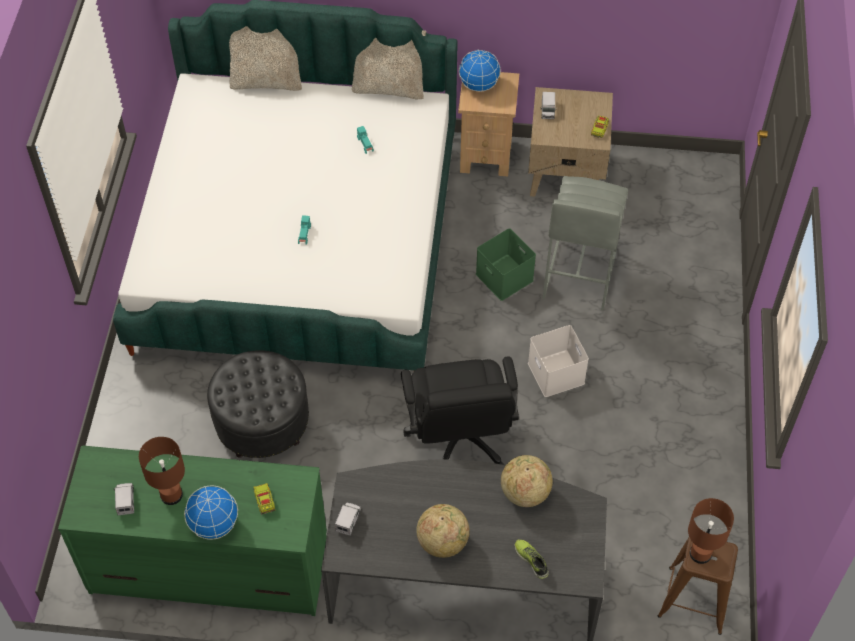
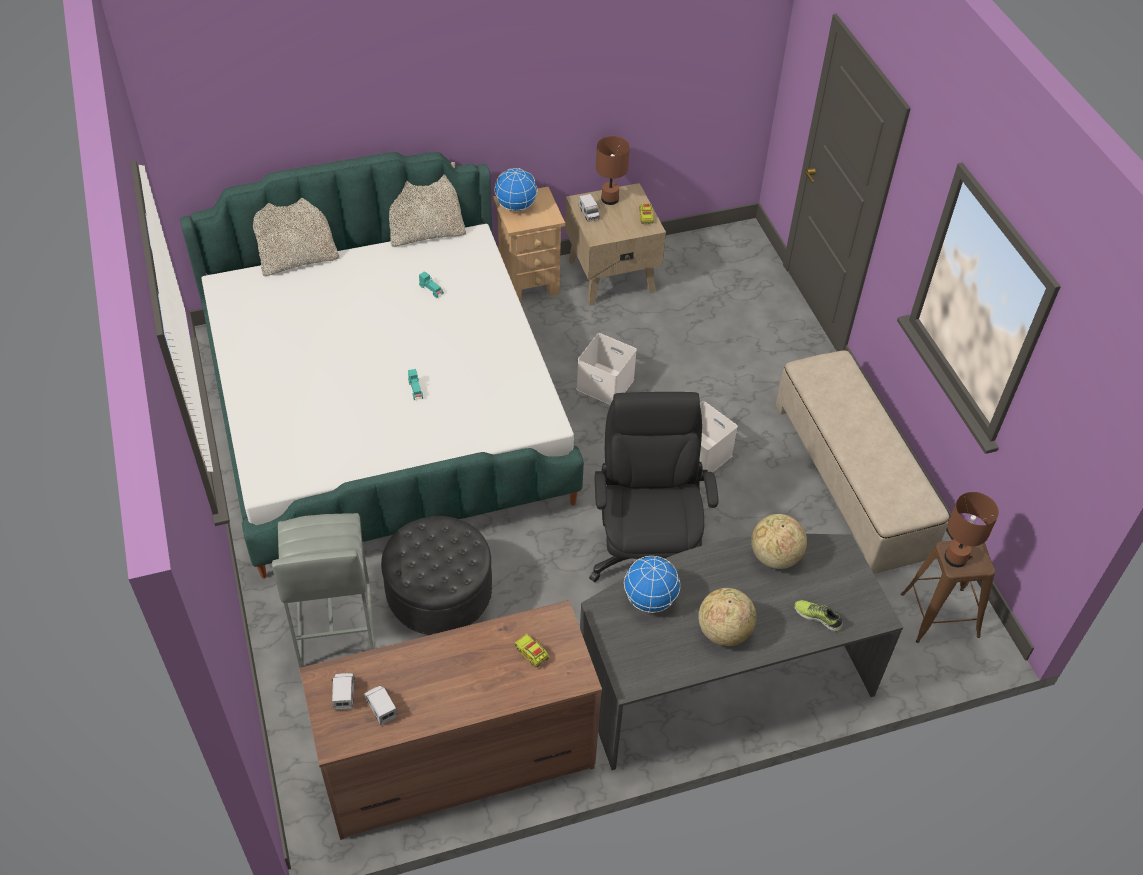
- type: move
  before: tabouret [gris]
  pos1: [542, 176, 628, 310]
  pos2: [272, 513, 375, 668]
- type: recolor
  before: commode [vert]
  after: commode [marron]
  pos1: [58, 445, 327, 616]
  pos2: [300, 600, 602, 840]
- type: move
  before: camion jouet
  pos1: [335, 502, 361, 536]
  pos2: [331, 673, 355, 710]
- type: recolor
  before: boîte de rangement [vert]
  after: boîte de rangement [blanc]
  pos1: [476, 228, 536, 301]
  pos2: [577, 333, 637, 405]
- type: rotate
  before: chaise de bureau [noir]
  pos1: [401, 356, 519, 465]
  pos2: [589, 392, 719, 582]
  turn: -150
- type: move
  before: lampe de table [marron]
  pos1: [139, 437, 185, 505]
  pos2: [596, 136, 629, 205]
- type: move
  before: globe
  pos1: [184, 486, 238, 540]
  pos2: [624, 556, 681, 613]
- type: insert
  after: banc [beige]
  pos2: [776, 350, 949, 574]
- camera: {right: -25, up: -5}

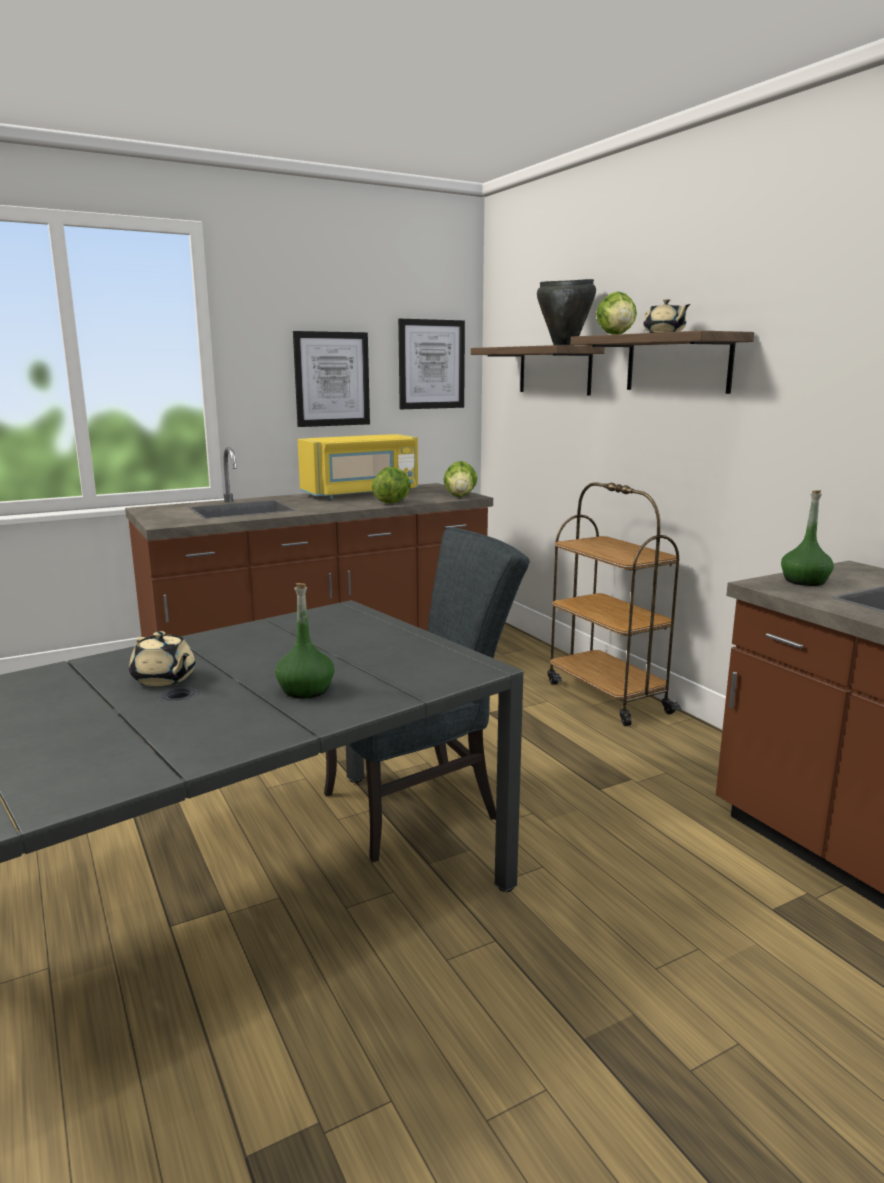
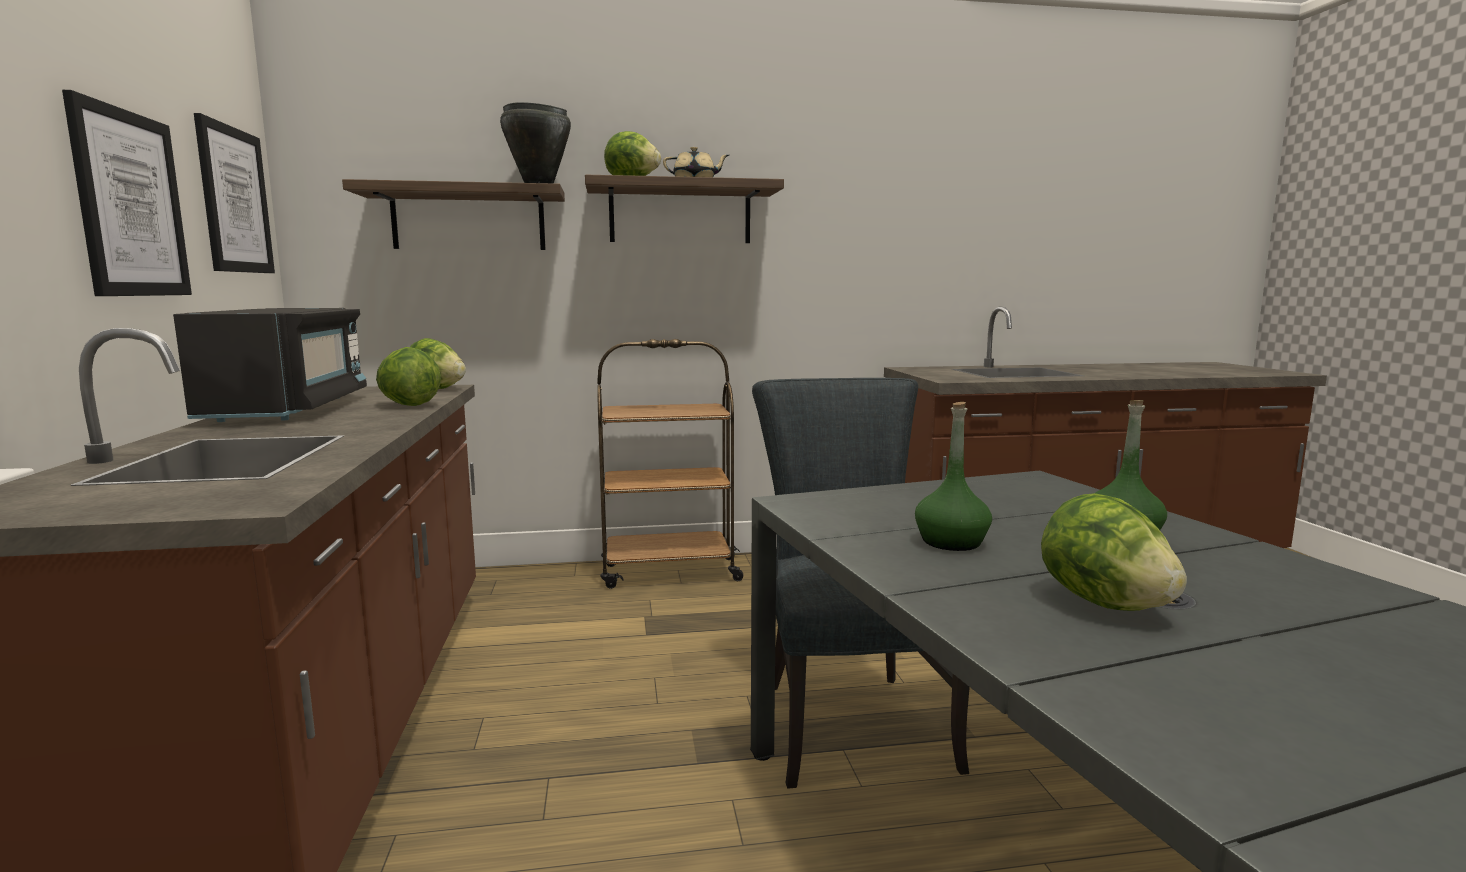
- type: recolor
  before: micro-ondes [jaune]
  after: micro-ondes [noir]
  pos1: [298, 434, 418, 499]
  pos2: [173, 308, 367, 422]
- type: move
  before: bouteille [vert]
  pos1: [781, 490, 834, 586]
  pos2: [915, 402, 992, 551]
- type: replace
  before: théière [beige]
  after: laitue
  pos1: [129, 631, 195, 686]
  pos2: [1041, 493, 1187, 611]
- camera: {right: -70, up: -5}

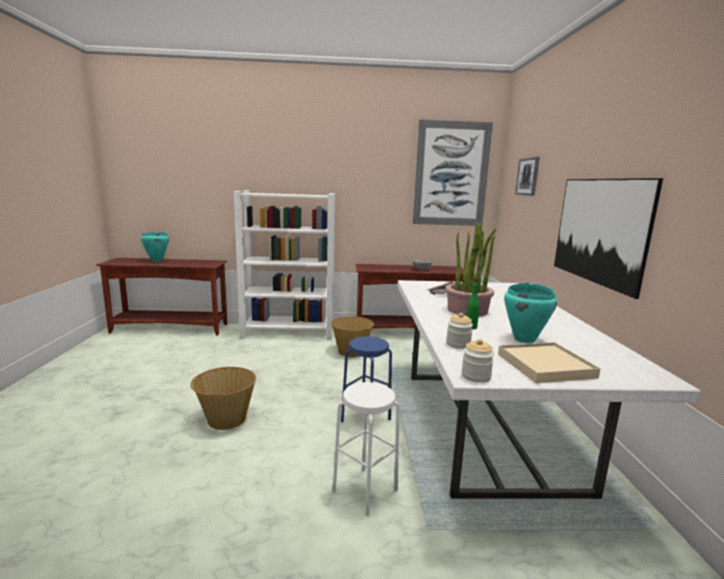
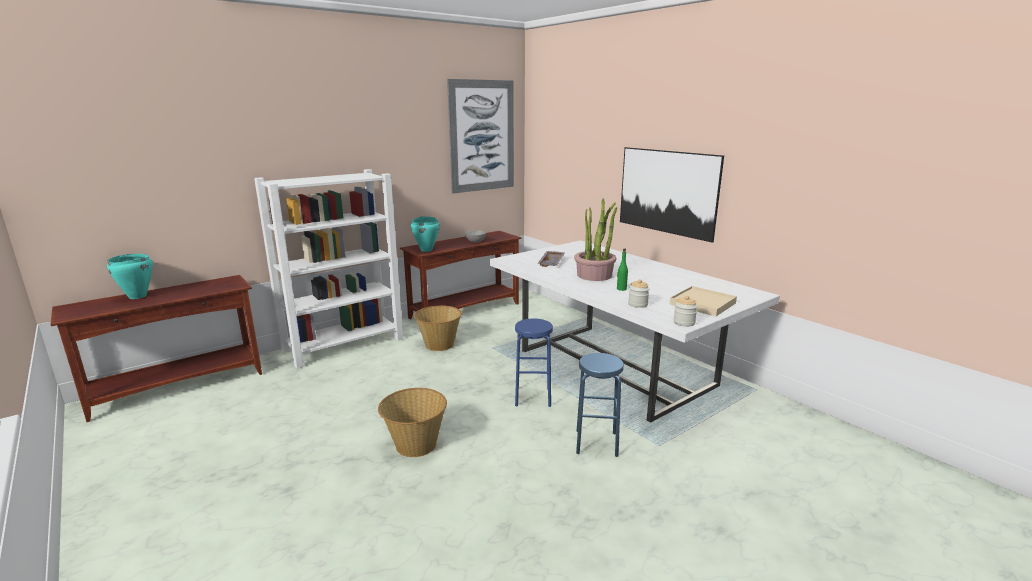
- type: move
  before: marmite [turquoise]
  pos1: [504, 283, 557, 344]
  pos2: [411, 216, 440, 252]
- type: recolor
  before: tabouret [blanc]
  after: tabouret [bleu]
  pos1: [333, 382, 399, 516]
  pos2: [576, 353, 624, 457]
- type: delete
  before: tableau
  pos1: [515, 157, 540, 196]
- camera: {right: -35, up: 5}

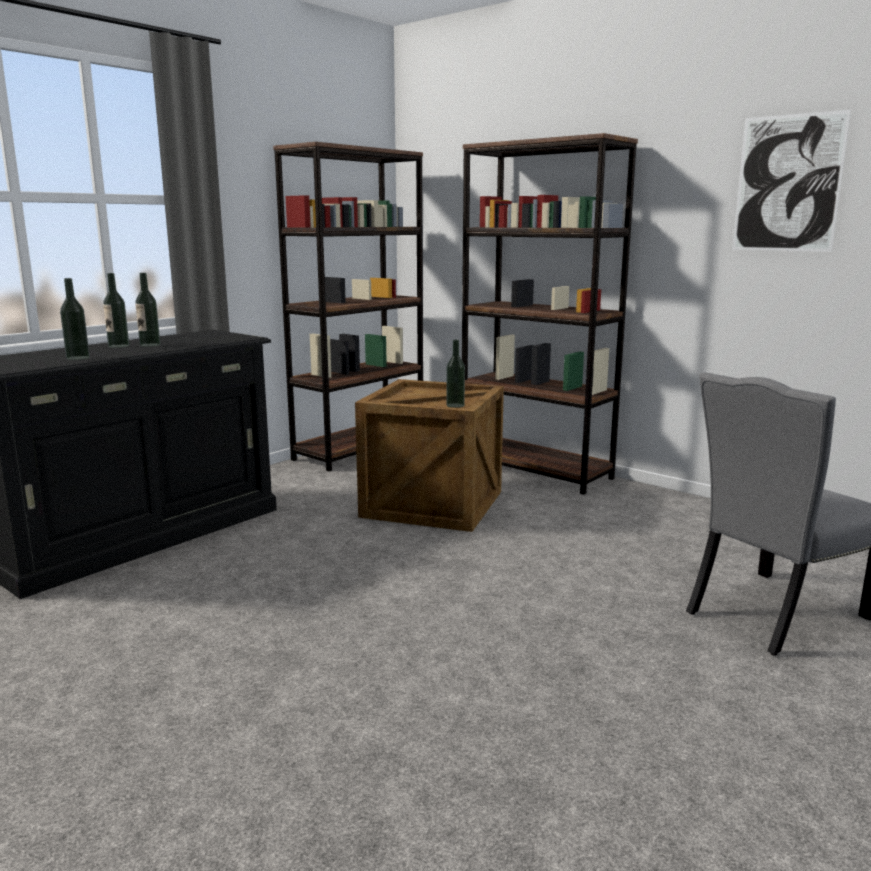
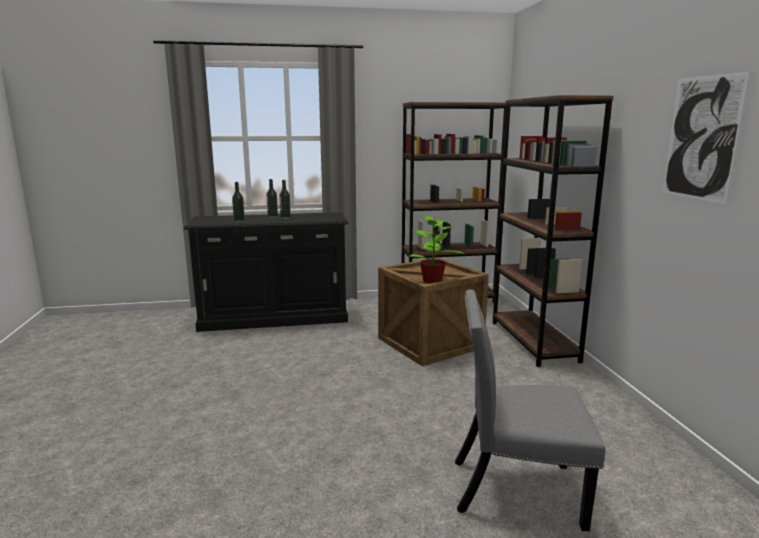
- type: replace
  before: bouteille
  after: plante en pot
  pos1: [446, 340, 465, 408]
  pos2: [409, 214, 465, 283]
- camera: {right: 40, up: 0}

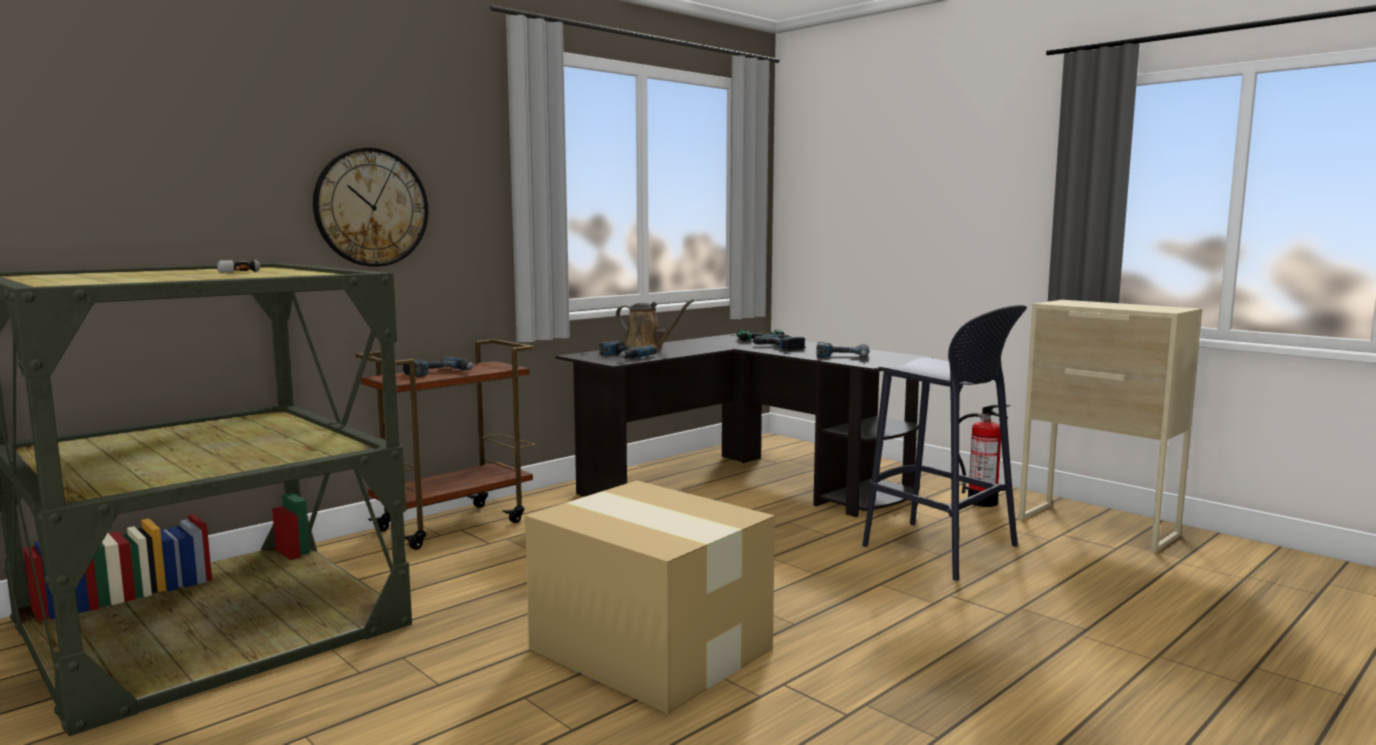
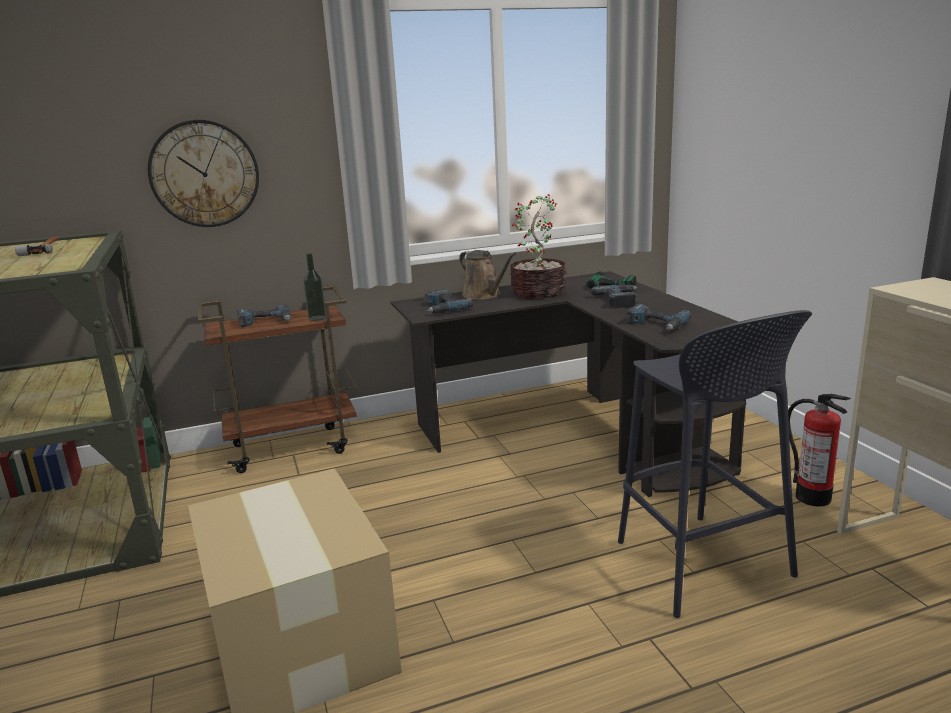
- type: insert
  after: bouteille
  pos2: [303, 253, 326, 321]
- type: insert
  after: plante en pot
  pos2: [510, 194, 567, 299]
- camera: {right: 25, up: 10}

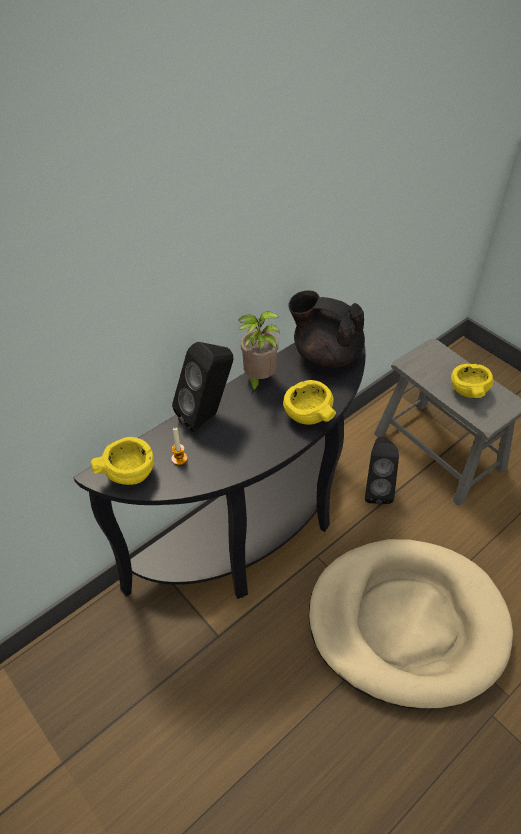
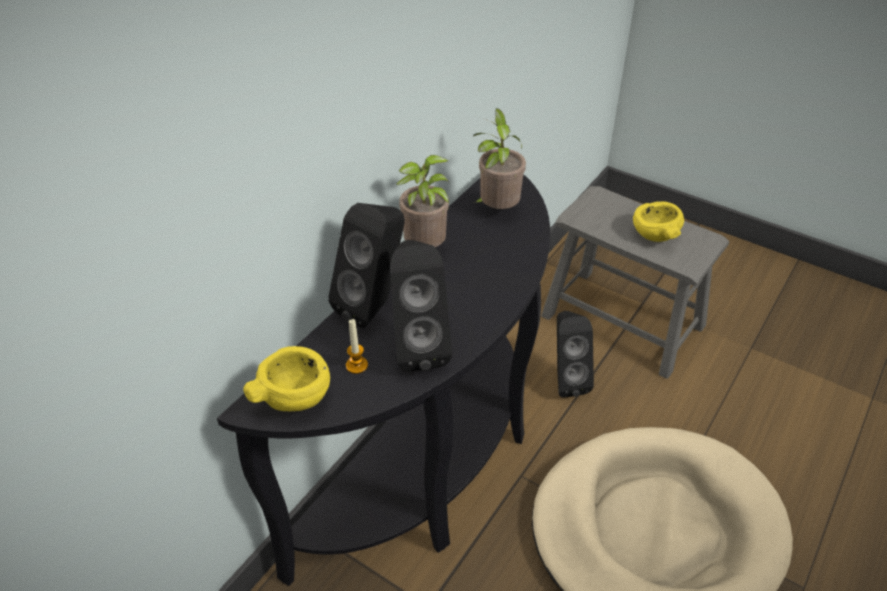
- type: insert
  after: enceinte [noir]
  pos2: [390, 240, 452, 372]
- type: replace
  before: théière [noir]
  after: plante en pot
  pos1: [288, 290, 365, 368]
  pos2: [473, 108, 526, 209]
- type: delete
  before: bol [jaune]
  pos1: [283, 380, 336, 425]
- camera: {right: -15, up: -5}

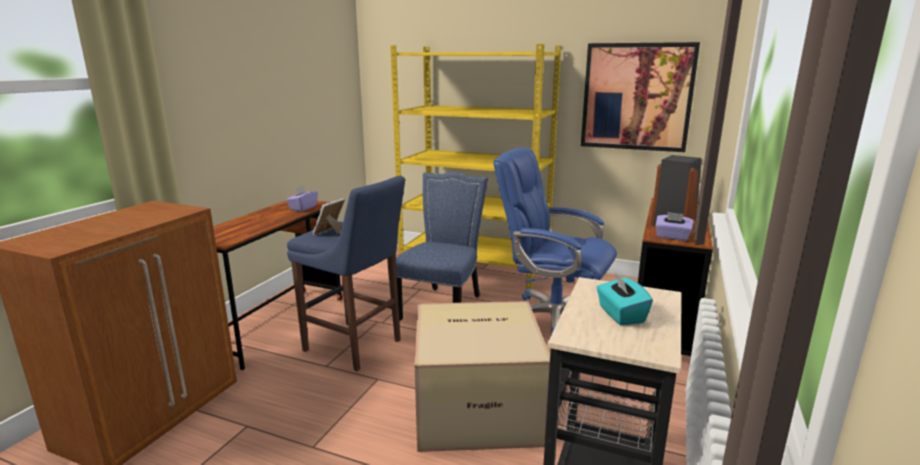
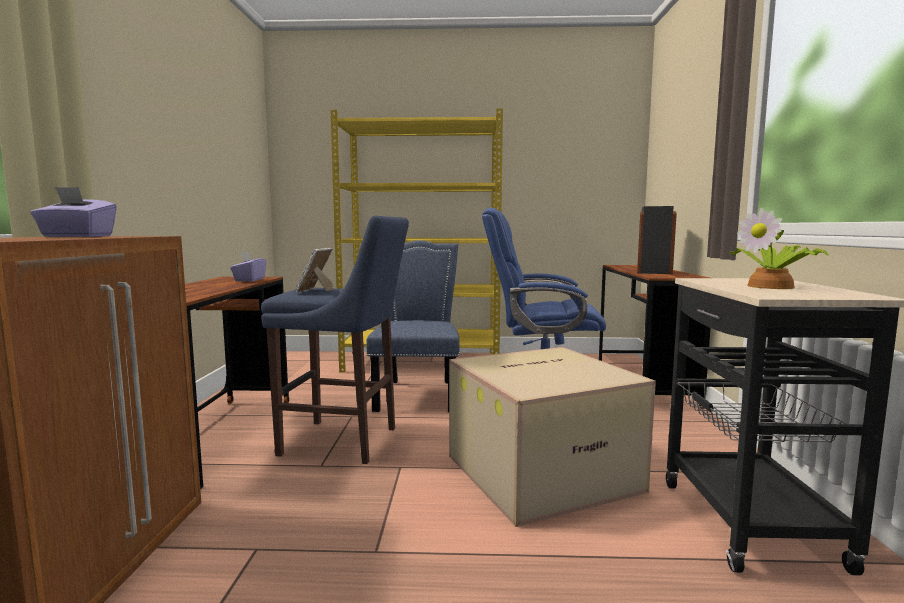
- type: move
  before: boîte à mouchoirs [violet]
  pos1: [655, 212, 693, 241]
  pos2: [30, 187, 117, 237]
- type: replace
  before: boîte à mouchoirs [turquoise]
  after: plante en pot
  pos1: [596, 273, 653, 325]
  pos2: [730, 208, 830, 289]
- type: delete
  before: tableau
  pos1: [581, 42, 700, 152]
- camera: {right: -20, up: -10}

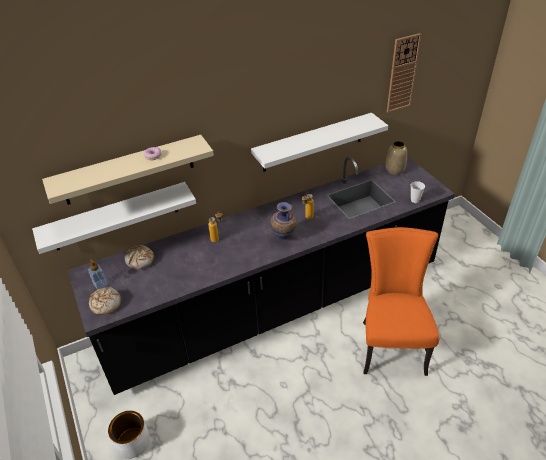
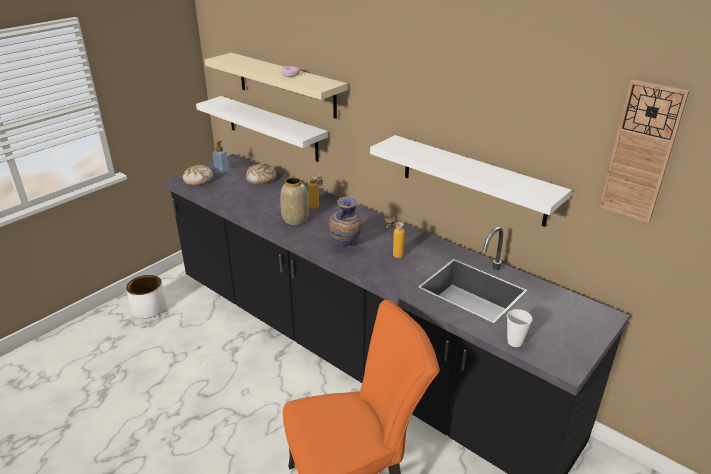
- type: move
  before: vase
  pos1: [385, 141, 407, 175]
  pos2: [280, 177, 309, 225]
- camera: {right: 65, up: -10}

